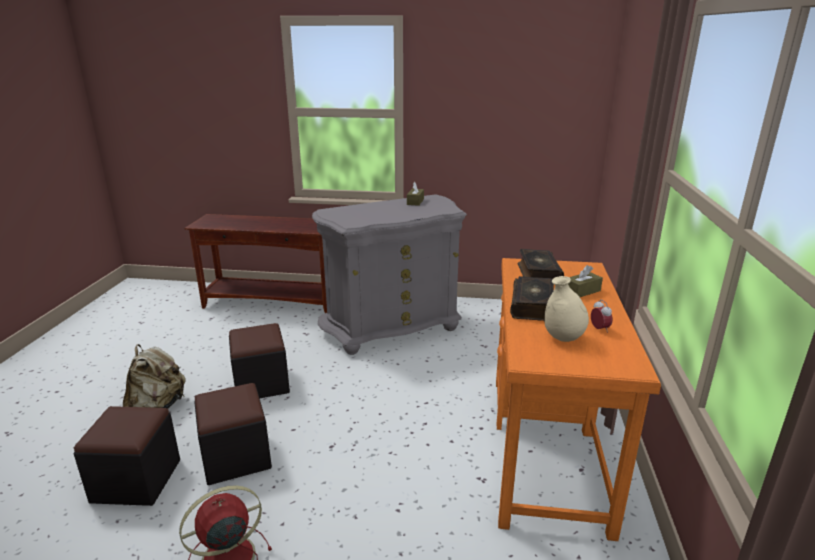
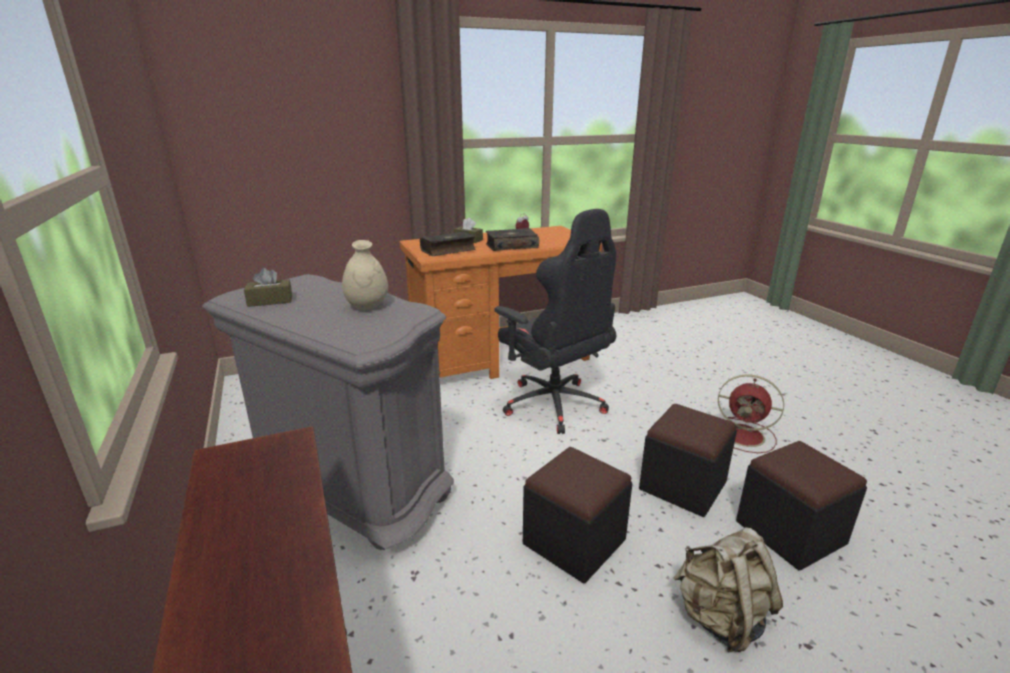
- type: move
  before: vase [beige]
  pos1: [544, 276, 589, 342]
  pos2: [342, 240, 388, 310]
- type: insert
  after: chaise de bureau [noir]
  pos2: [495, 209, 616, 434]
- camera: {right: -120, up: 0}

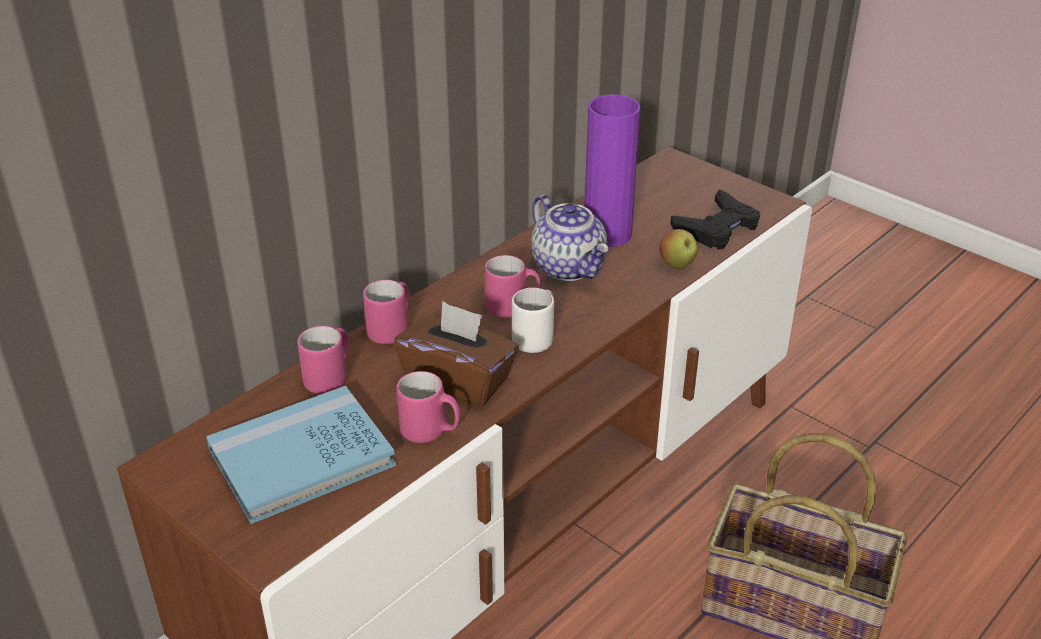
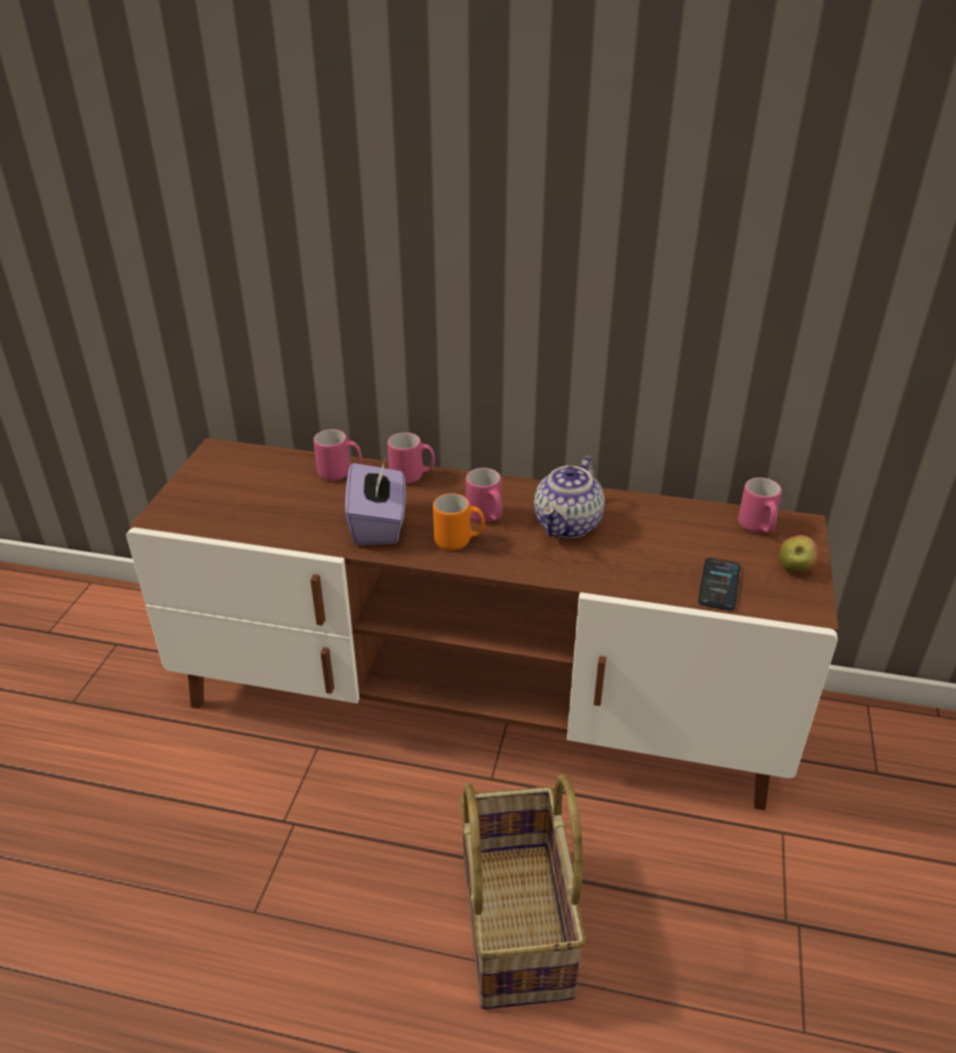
- type: recolor
  before: boîte à mouchoirs [marron]
  after: boîte à mouchoirs [violet]
  pos1: [394, 301, 519, 407]
  pos2: [345, 460, 406, 545]
- type: recolor
  before: mug [blanc]
  after: mug [orange]
  pos1: [512, 288, 554, 353]
  pos2: [433, 493, 484, 550]
- type: replace
  before: manette [noir]
  after: téléphone
  pos1: [670, 189, 760, 250]
  pos2: [698, 558, 740, 611]
- type: move
  before: mug [rose]
  pos1: [396, 371, 461, 443]
  pos2: [738, 478, 782, 533]
- type: move
  before: pomme
  pos1: [659, 229, 698, 270]
  pos2: [779, 535, 819, 573]
- type: delete
  before: livre [bleu]
  pos1: [206, 386, 396, 524]
- type: delete
  before: vase [violet]
  pos1: [584, 95, 640, 247]
- camera: {right: 60, up: 0}

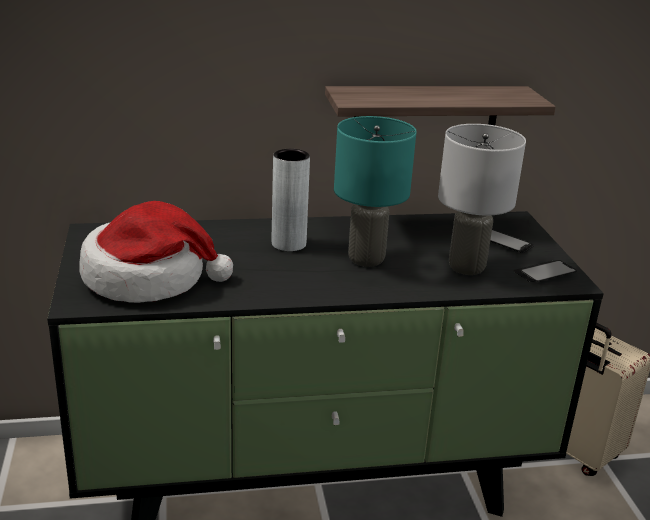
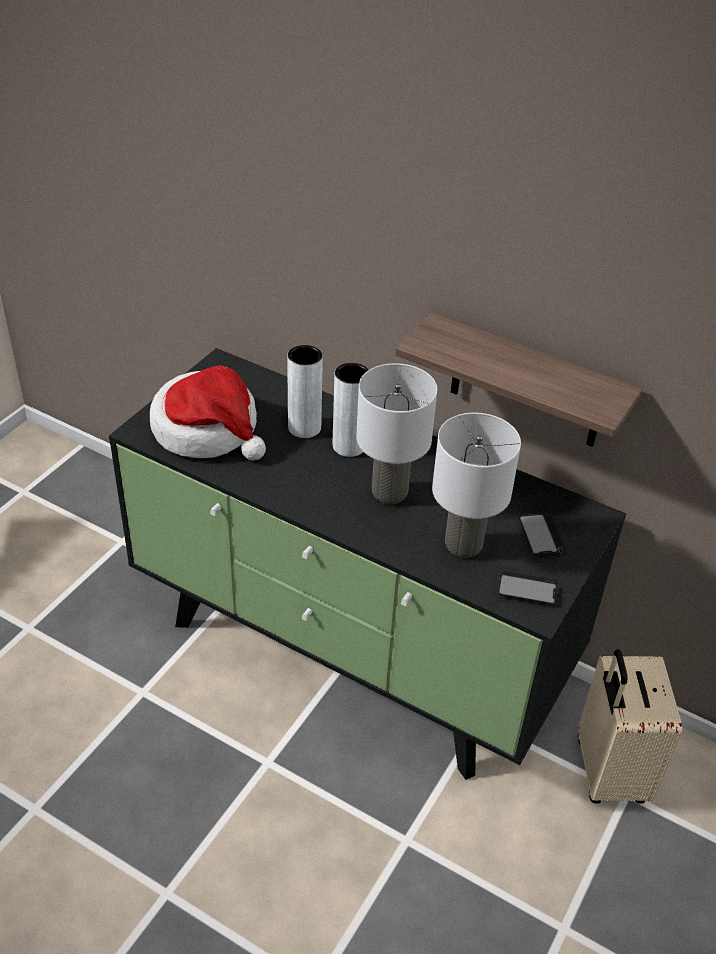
- type: insert
  after: vase [gris]
  pos2: [287, 345, 323, 438]
- type: recolor
  before: lampe de table [turquoise]
  after: lampe de table [blanc]
  pos1: [334, 116, 417, 267]
  pos2: [356, 363, 437, 504]
- camera: {right: 40, up: 15}

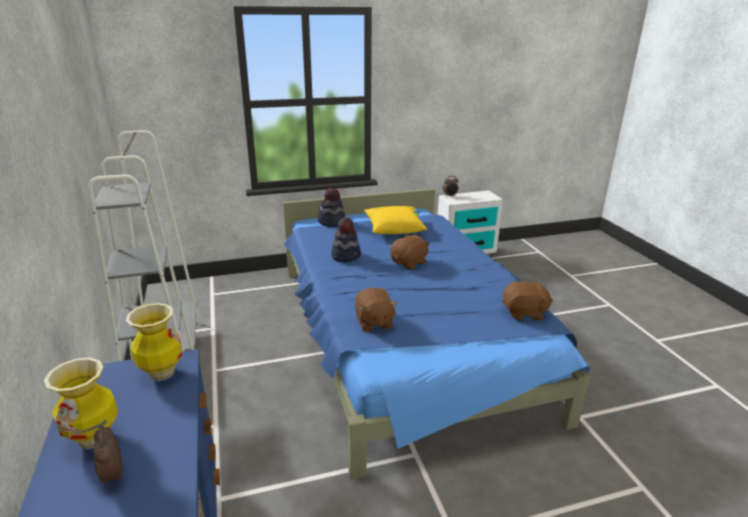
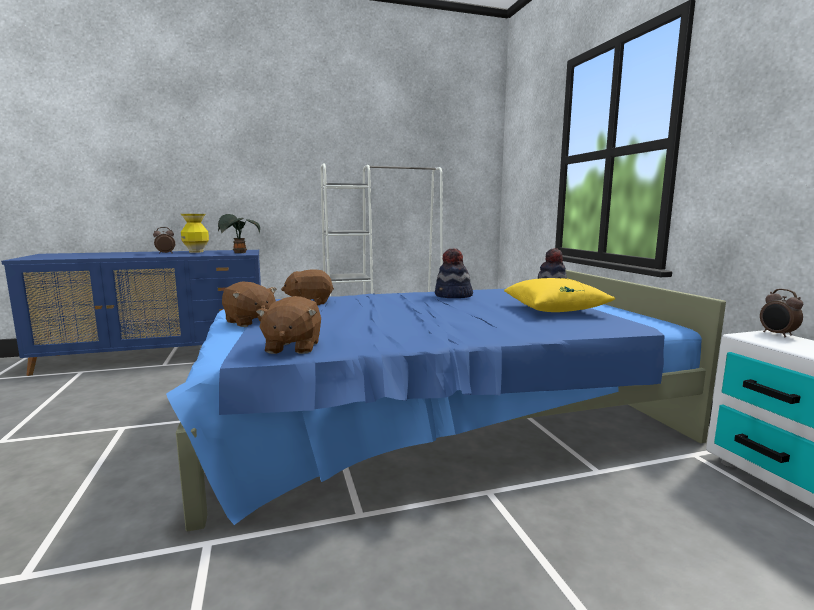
- type: replace
  before: vase
  after: plante en pot
  pos1: [126, 303, 182, 381]
  pos2: [218, 214, 260, 253]
- type: move
  before: peluche [marron]
  pos1: [390, 234, 430, 270]
  pos2: [222, 282, 277, 327]
- camera: {right: 90, up: -15}

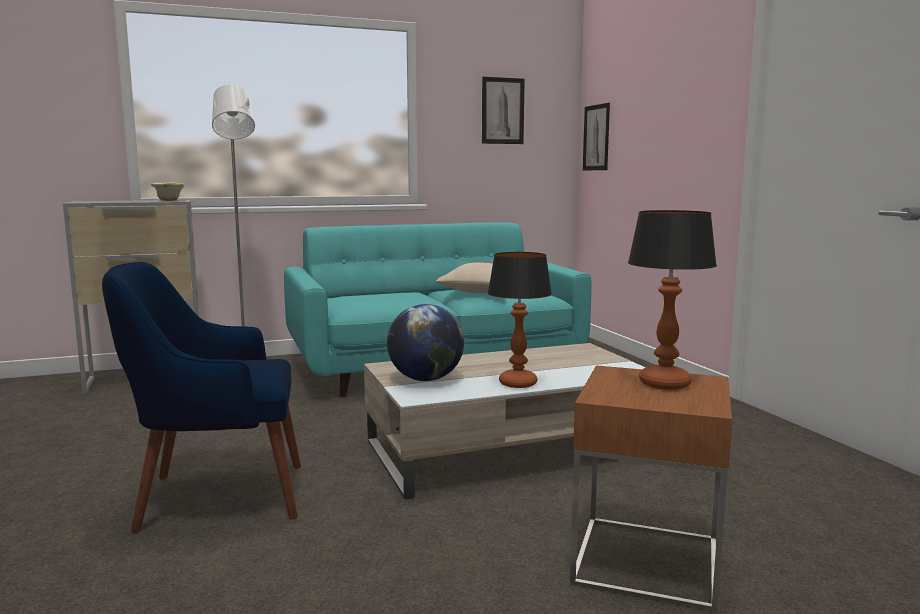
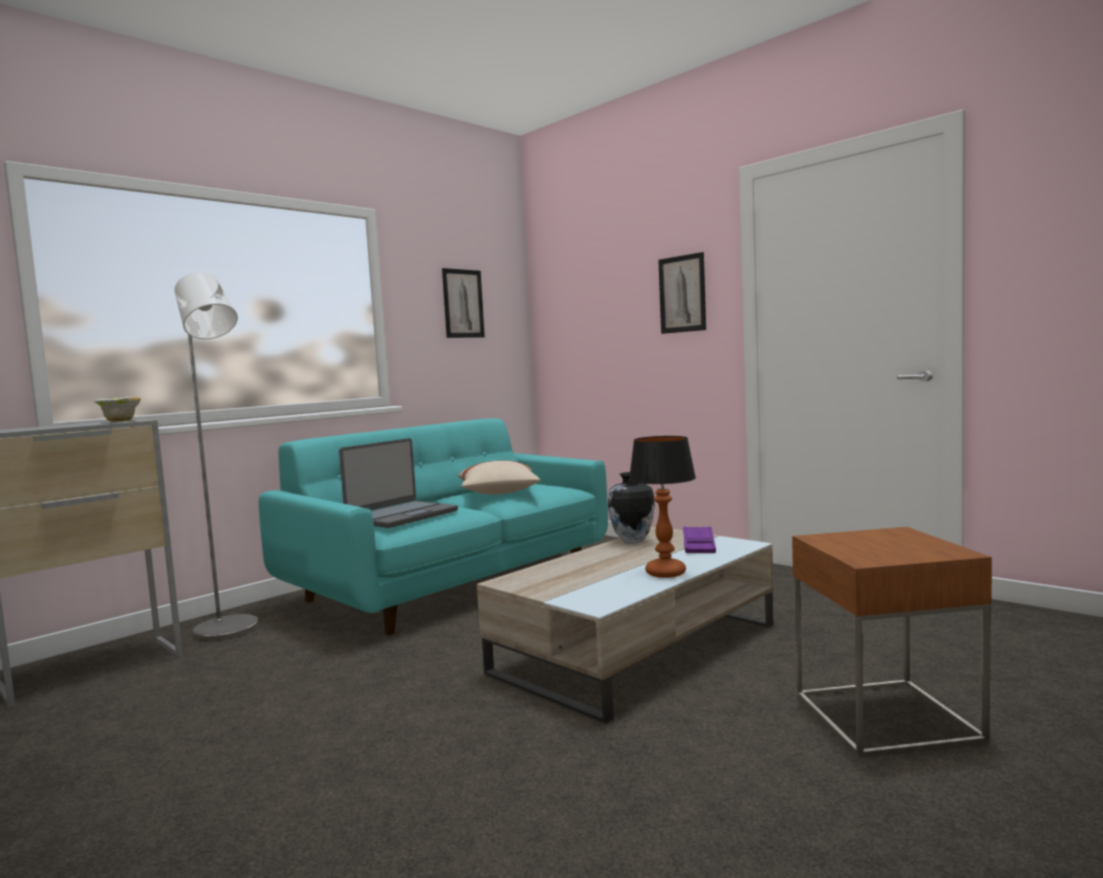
- type: insert
  after: ordinateur portable
  pos2: [339, 438, 458, 528]
- type: insert
  after: vase
  pos2: [608, 472, 655, 544]
- type: move
  before: tableau
  pos1: [583, 103, 610, 170]
  pos2: [658, 252, 706, 334]
- type: insert
  after: plateau [violet]
  pos2: [683, 526, 716, 553]
- type: delete
  before: fauteuil [bleu]
  pos1: [102, 262, 301, 533]
- type: delete
  before: globe
  pos1: [387, 304, 464, 381]
- type: delete
  before: lampe de table
  pos1: [628, 210, 717, 390]
- camera: {right: -25, up: -5}

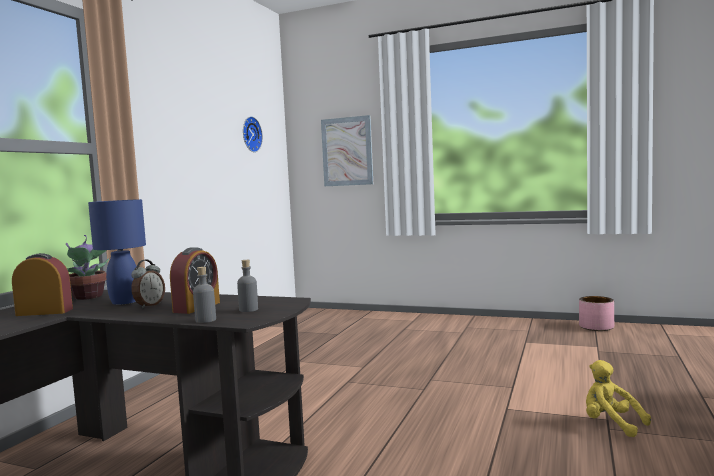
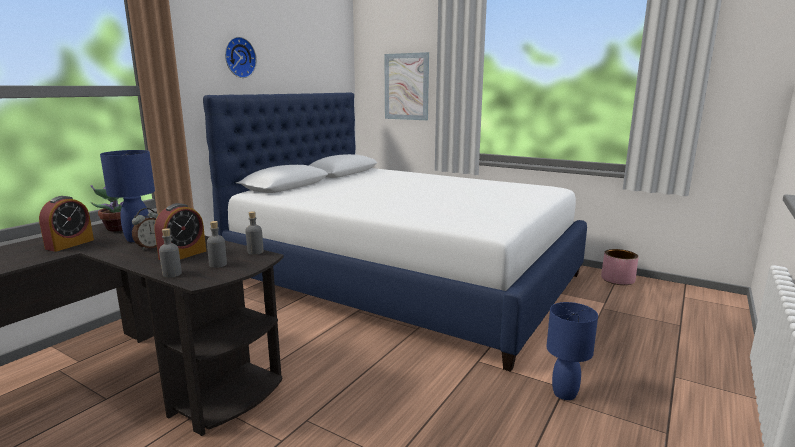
- type: rotate
  before: réveil
  pos1: [12, 253, 73, 316]
  pos2: [39, 196, 94, 252]
  turn: 105
- type: insert
  after: lit [blanc]
  pos2: [203, 92, 587, 372]
- type: move
  before: horloge murale
  pos1: [243, 116, 263, 152]
  pos2: [225, 37, 257, 78]
- type: insert
  after: bouteille [gris]
  pos2: [245, 211, 264, 255]
- type: replace
  before: peluche [jaune]
  after: lampe de table [bleu]
  pos1: [586, 360, 651, 437]
  pos2: [547, 302, 598, 400]
- camera: {right: 10, up: 10}

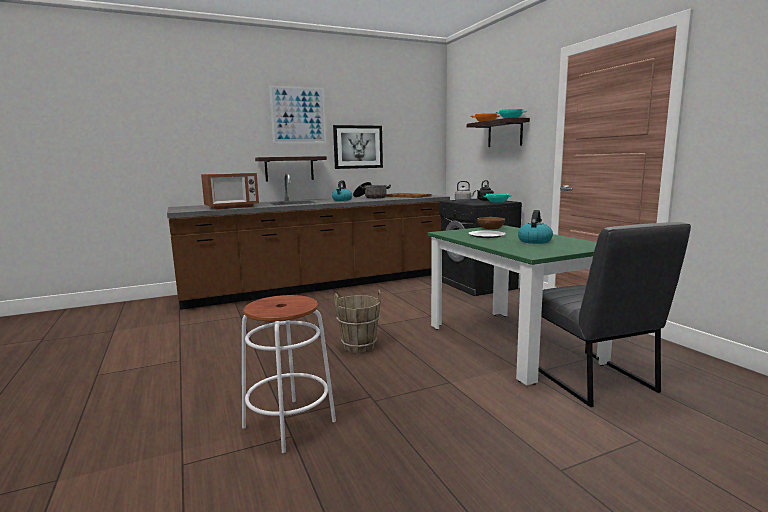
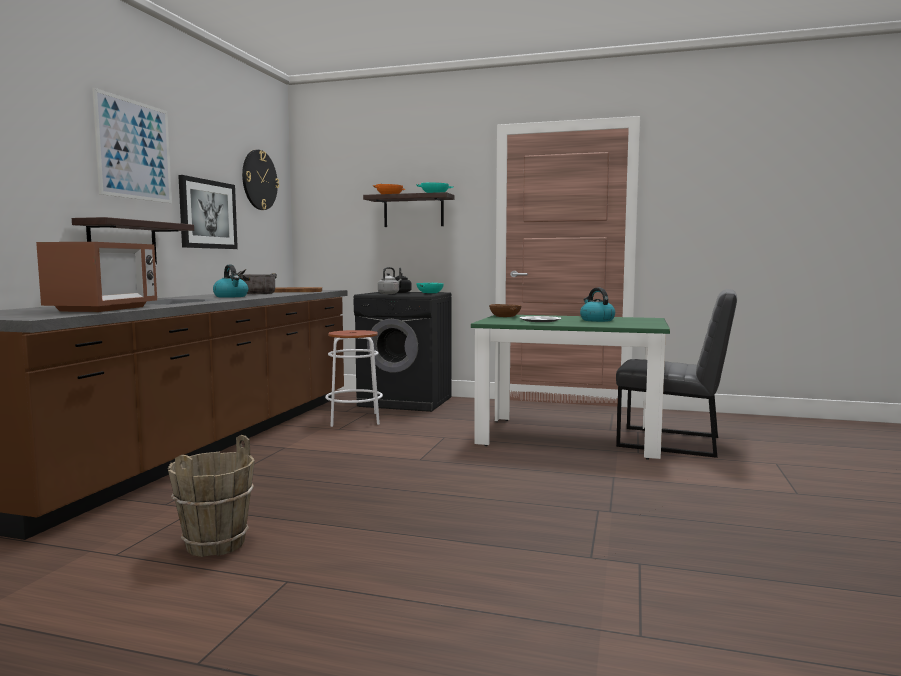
- type: move
  before: seau [marron]
  pos1: [334, 289, 381, 353]
  pos2: [168, 435, 255, 557]
- type: insert
  after: horloge murale
  pos2: [242, 150, 279, 210]
- type: move
  before: tabouret [blanc]
  pos1: [242, 295, 336, 453]
  pos2: [325, 330, 383, 427]
- camera: {right: -50, up: -5}

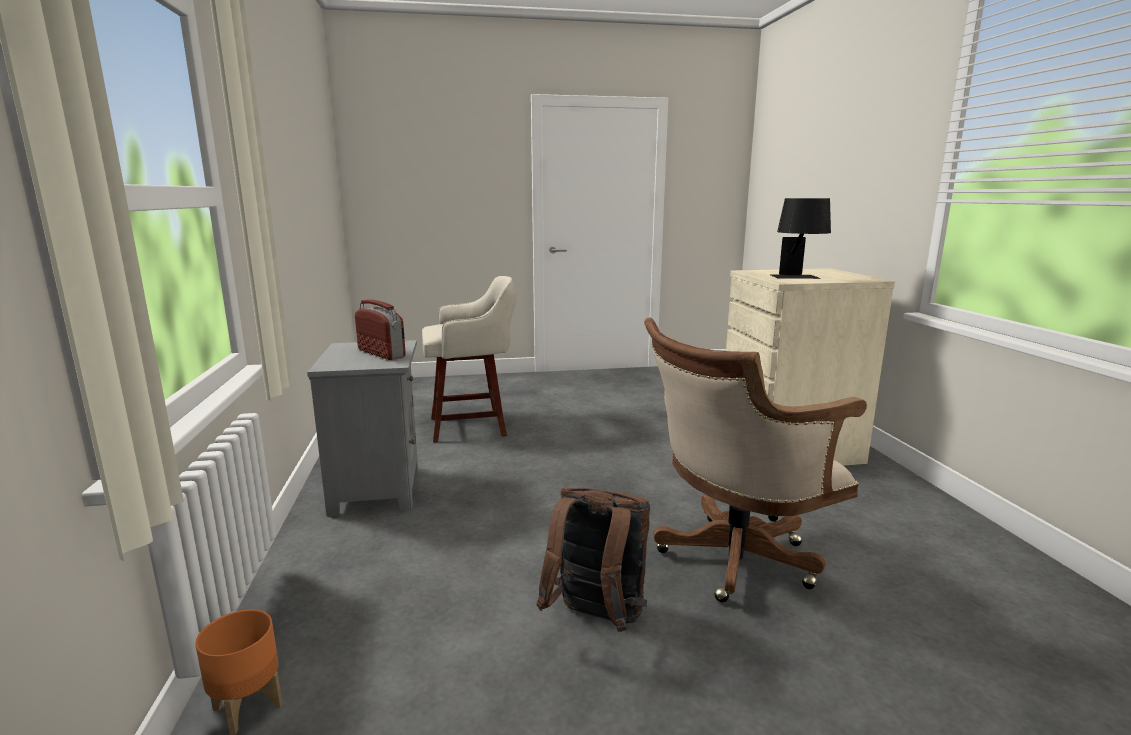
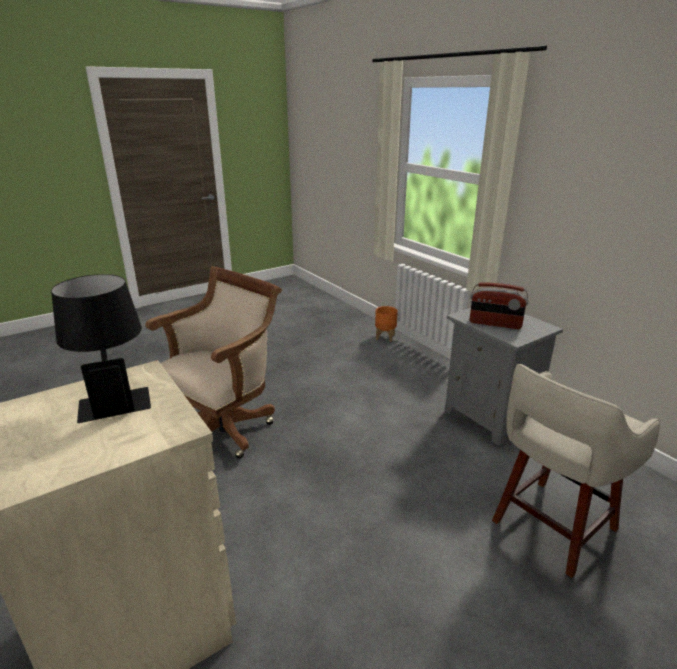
- type: delete
  before: sac à dos [marron]
  pos1: [537, 488, 650, 632]
- camera: {right: 155, up: 10}

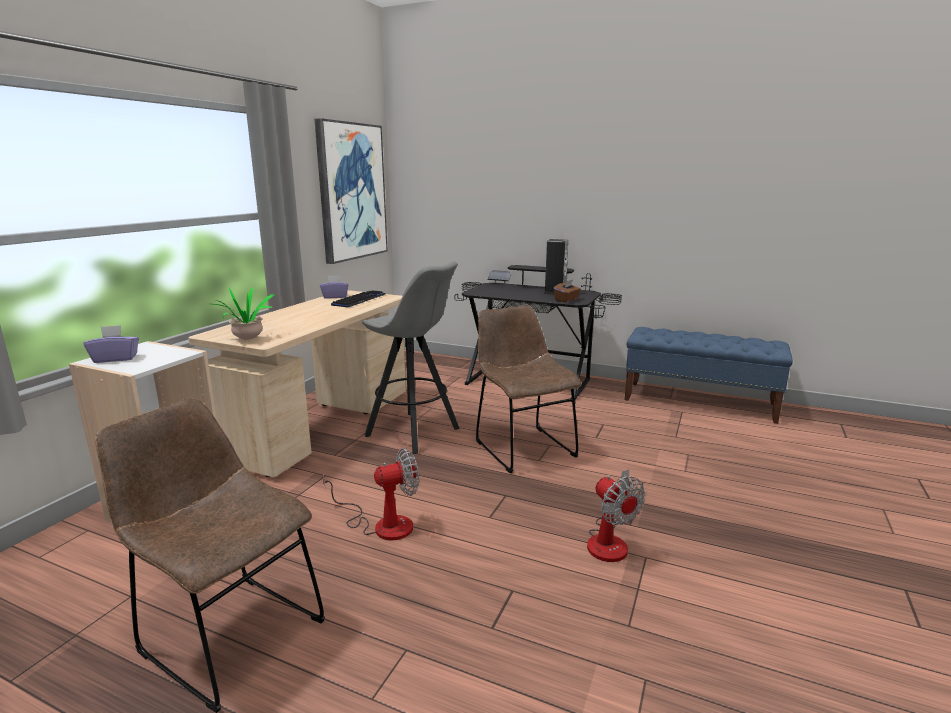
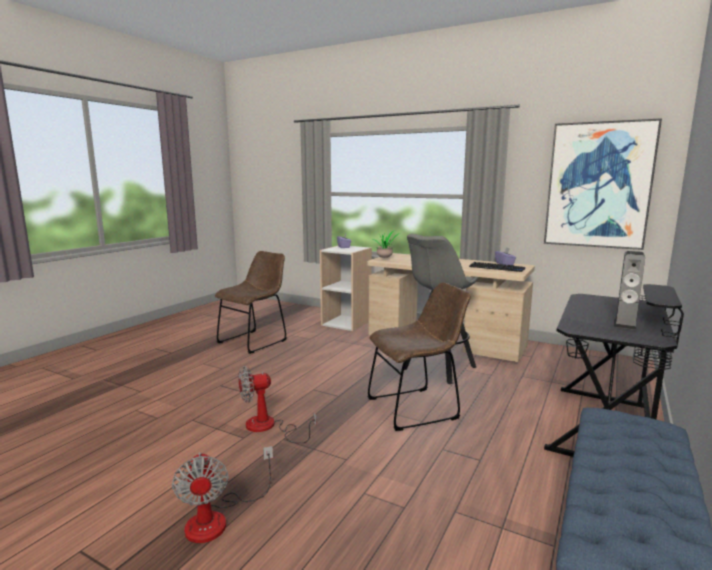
- type: move
  before: ventilateur
  pos1: [322, 448, 419, 540]
  pos2: [172, 446, 273, 543]
- type: delete
  before: boîte à mouchoirs [marron]
  pos1: [553, 280, 581, 302]
- camera: {right: 95, up: -5}

